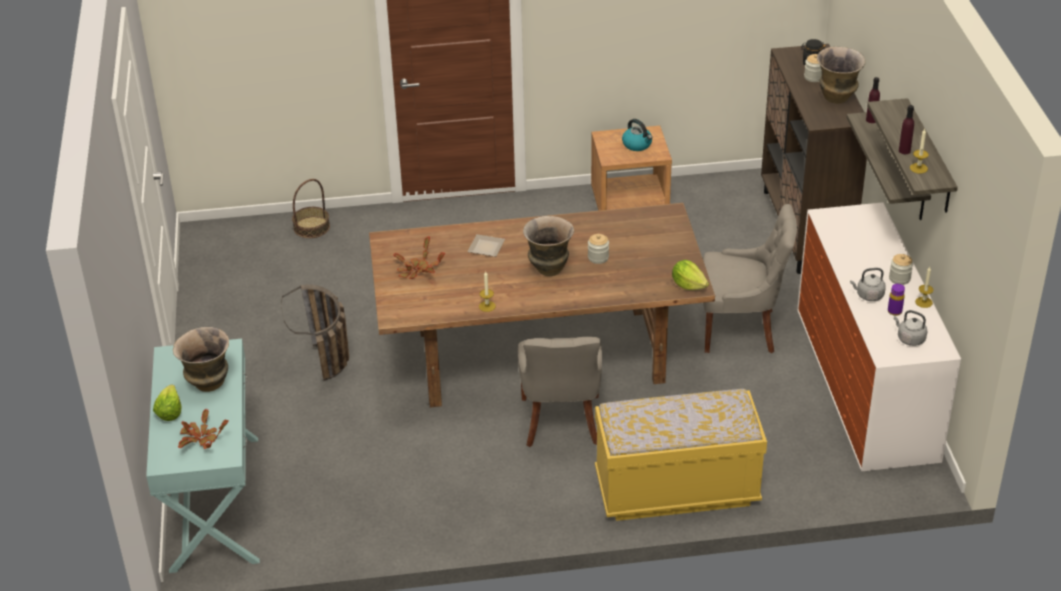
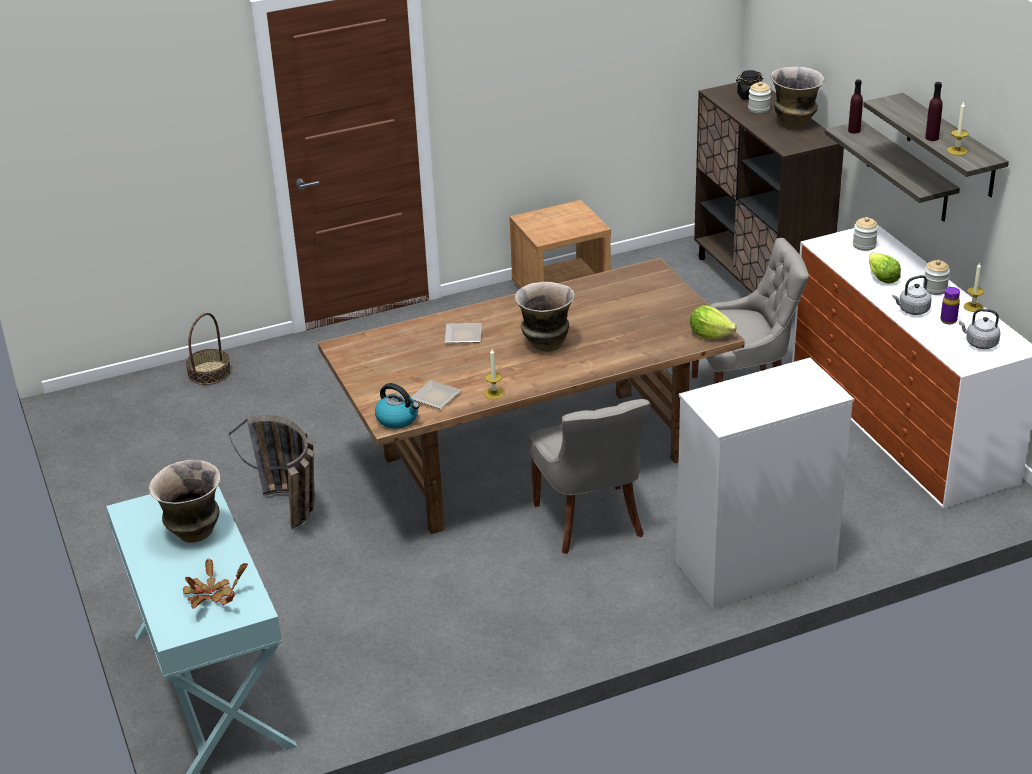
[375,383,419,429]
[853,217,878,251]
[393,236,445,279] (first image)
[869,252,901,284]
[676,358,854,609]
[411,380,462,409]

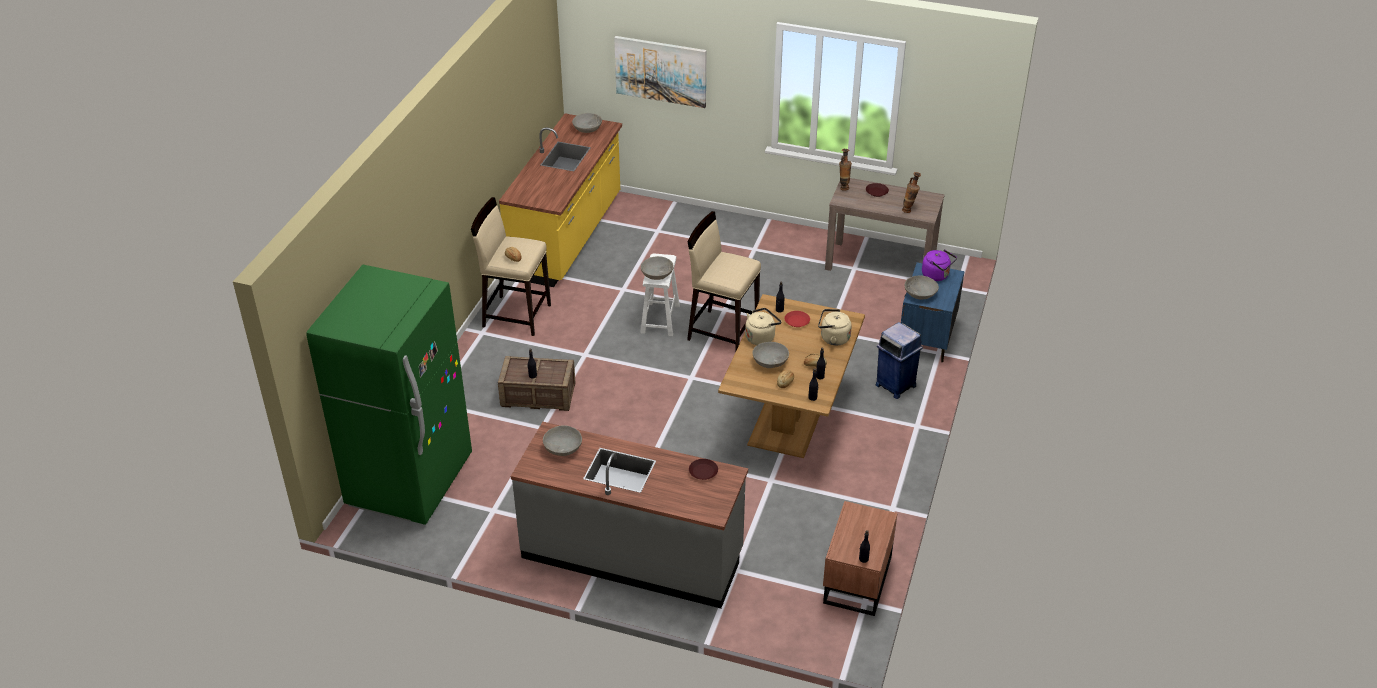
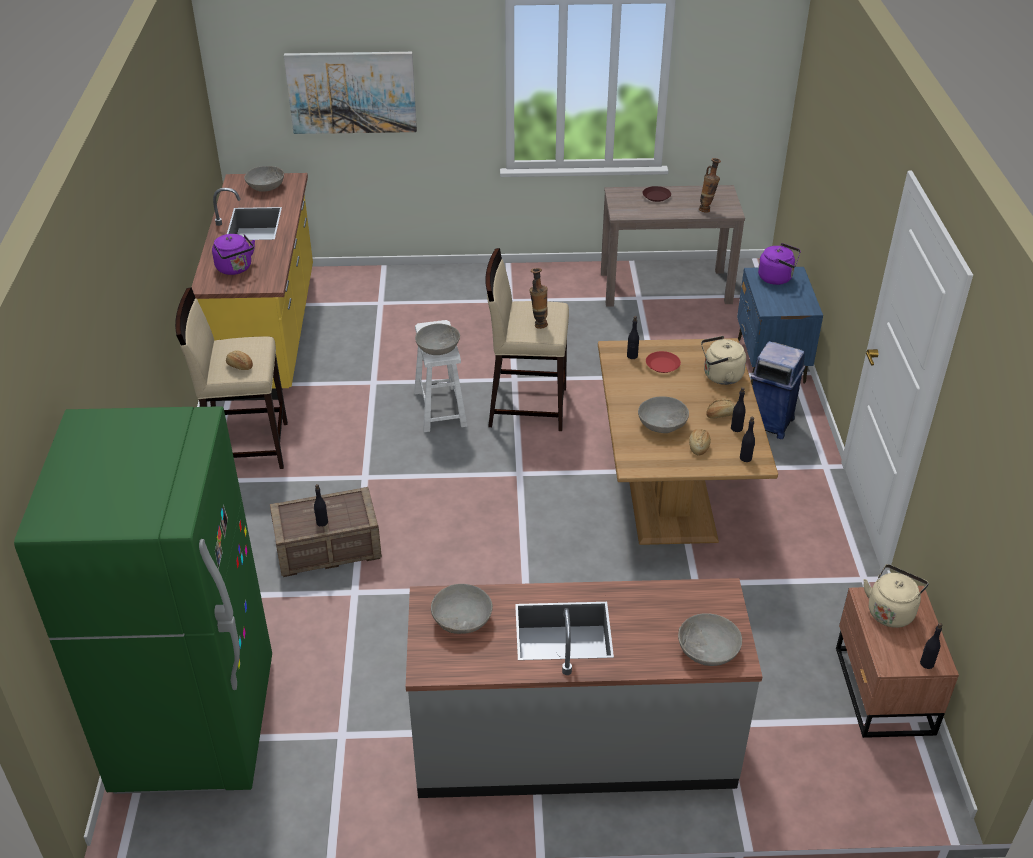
[529,268,548,329]
[678,613,742,666]
[863,564,929,628]
[689,459,718,480] (first image)
[212,234,255,275]

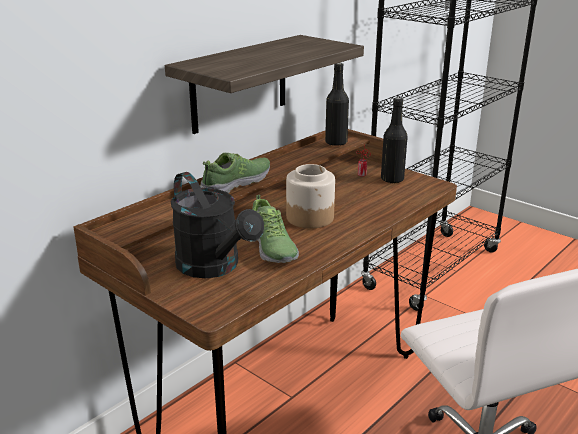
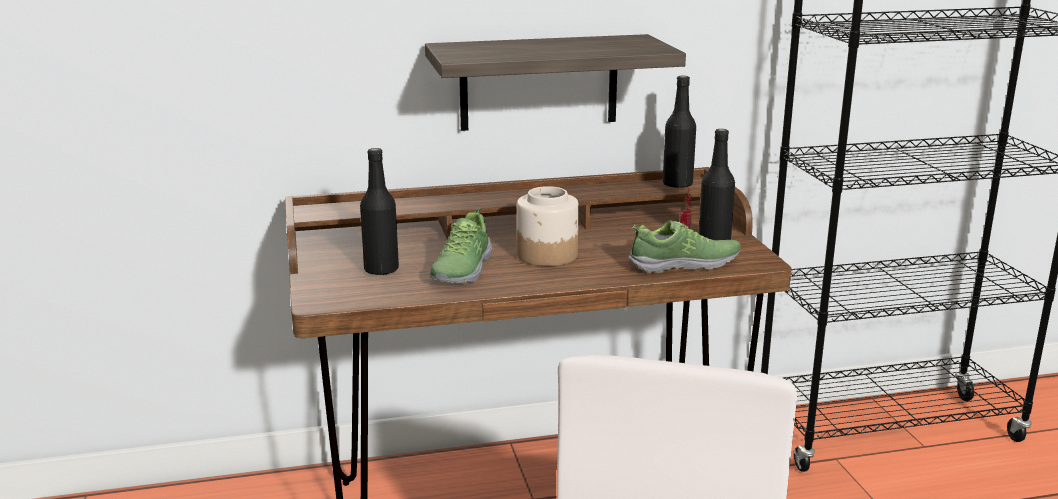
[628,220,741,273]
[360,148,399,276]

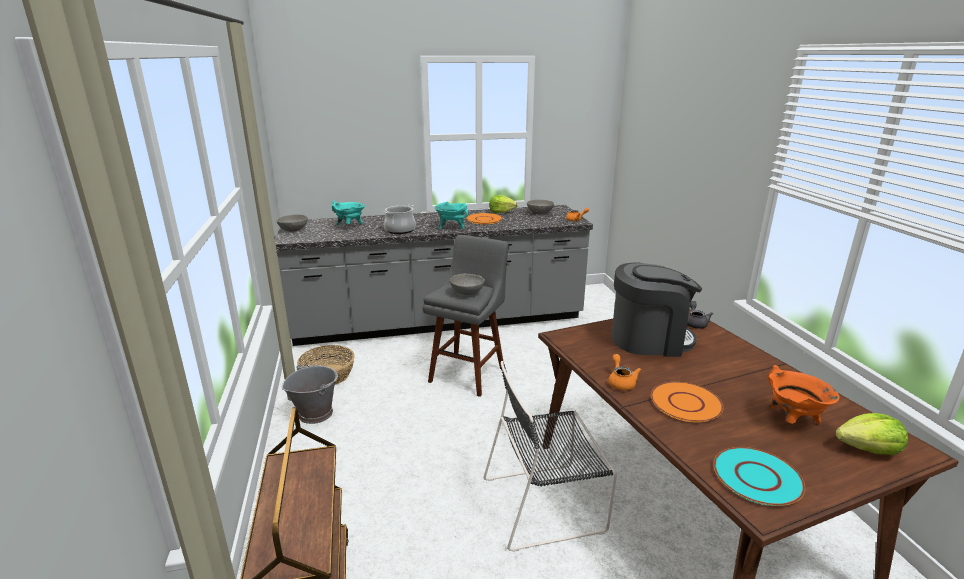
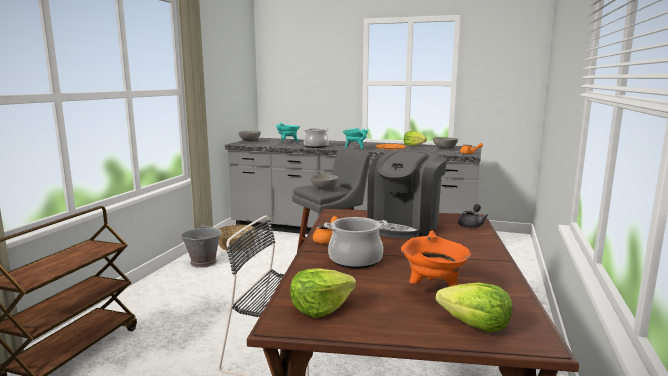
[367,151,447,239]
[324,217,388,269]
[290,268,356,318]

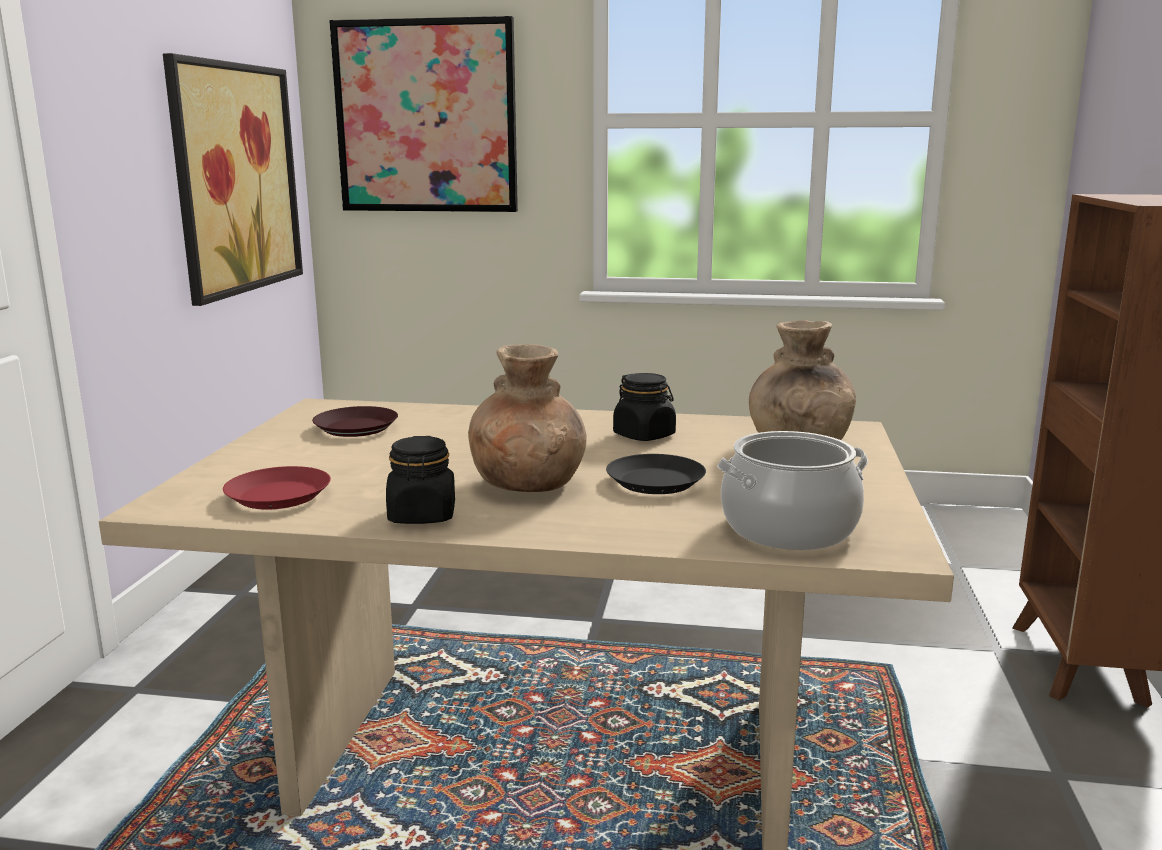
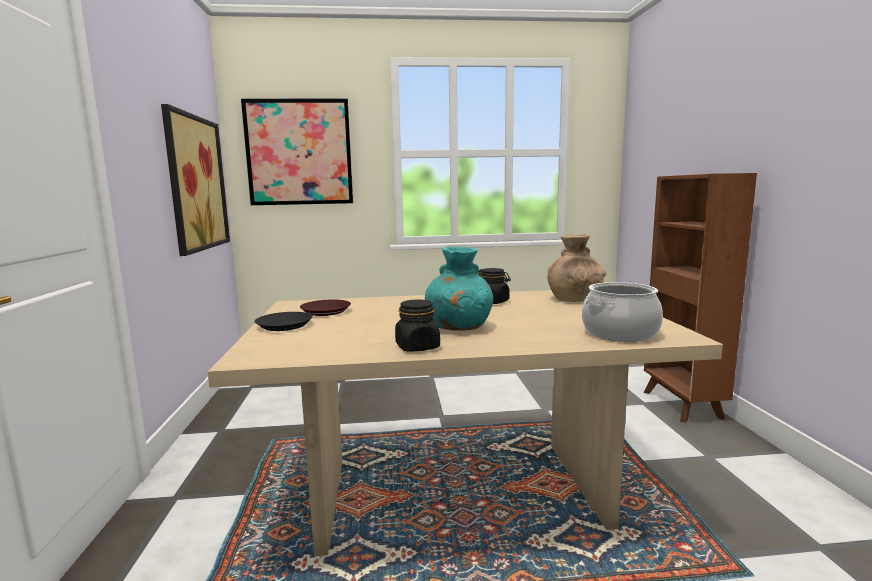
[425,247,493,331]
[255,312,313,331]
[223,466,331,510] (first image)

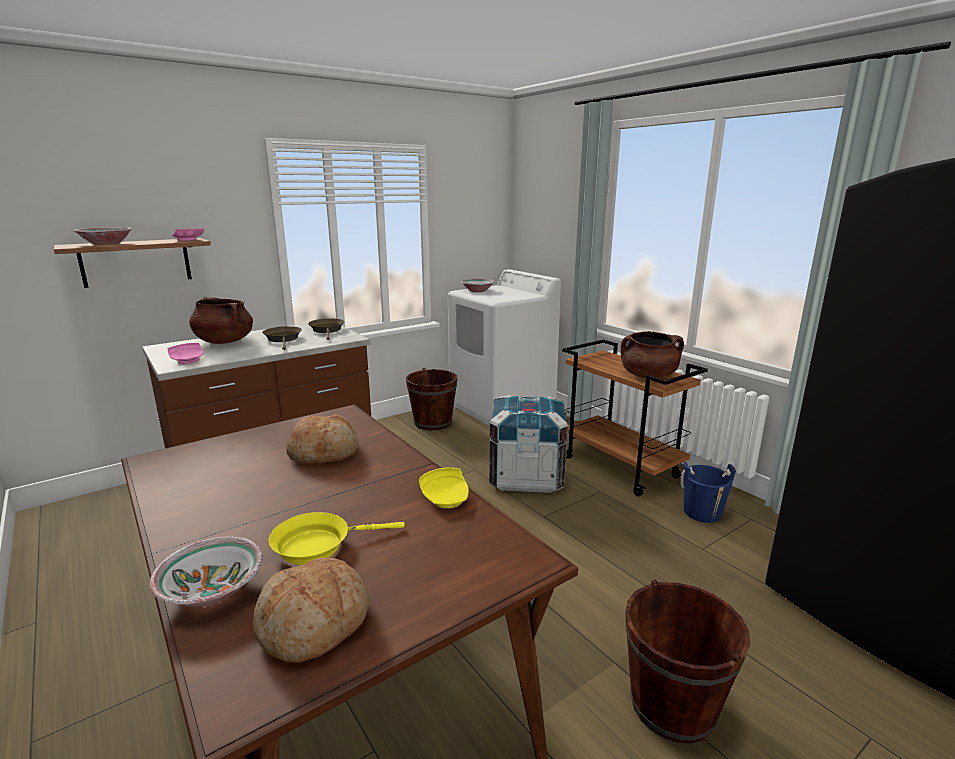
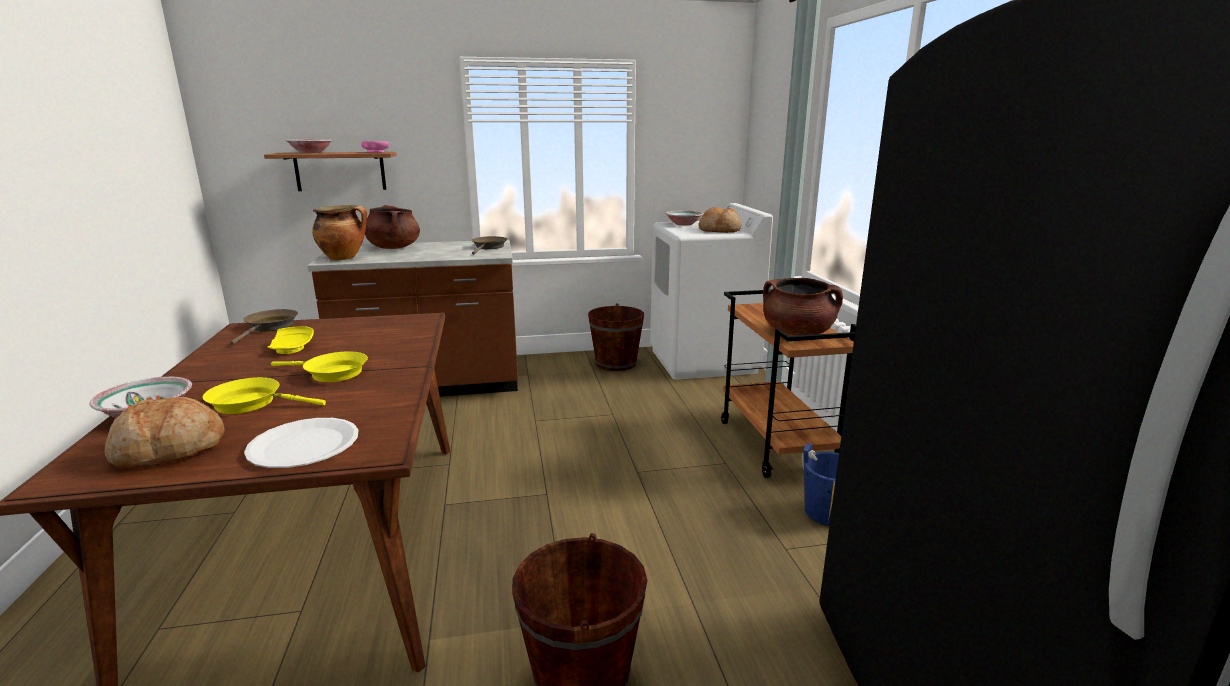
[230,309,298,345]
[312,205,367,260]
[489,395,568,493] (first image)
[699,207,741,233]
[267,326,314,354]
[271,352,368,382]
[244,418,358,468]

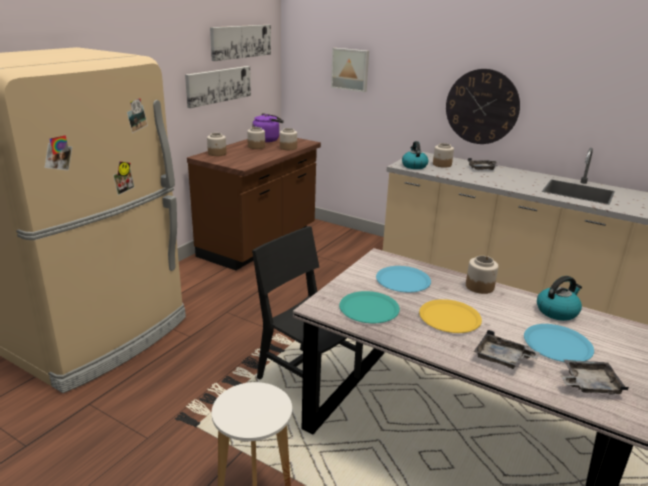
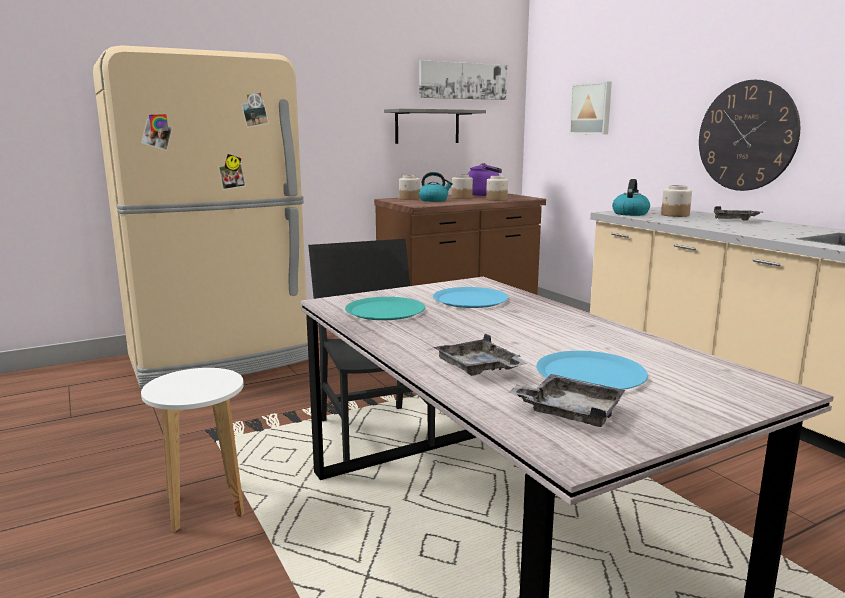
[384,109,486,144]
[466,256,499,294] (first image)
[419,172,453,202]
[419,299,482,333] (first image)

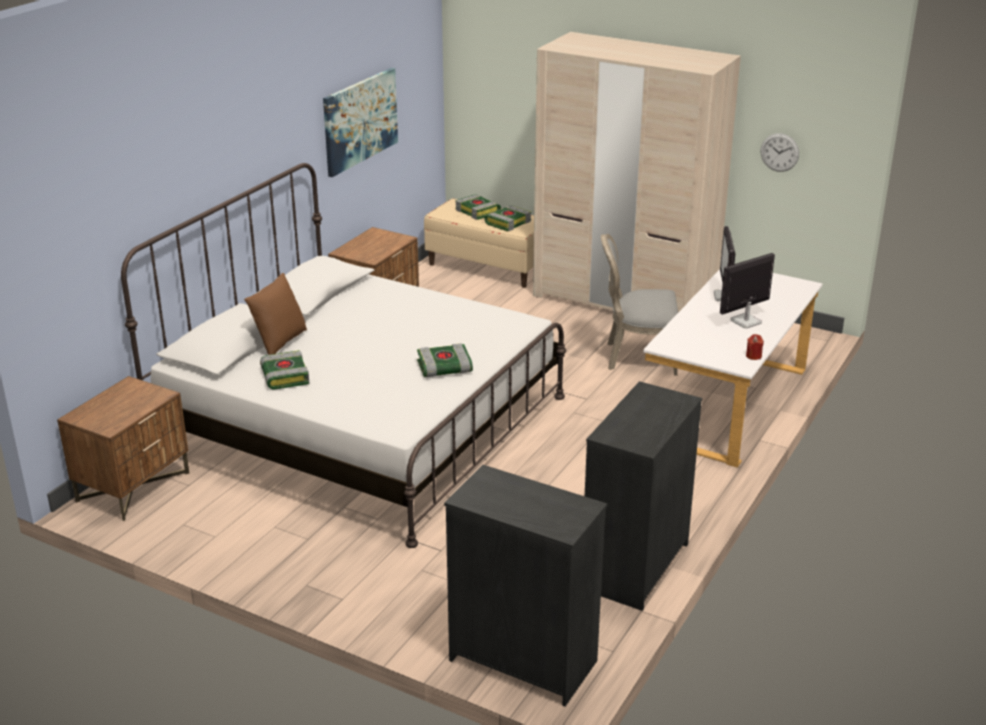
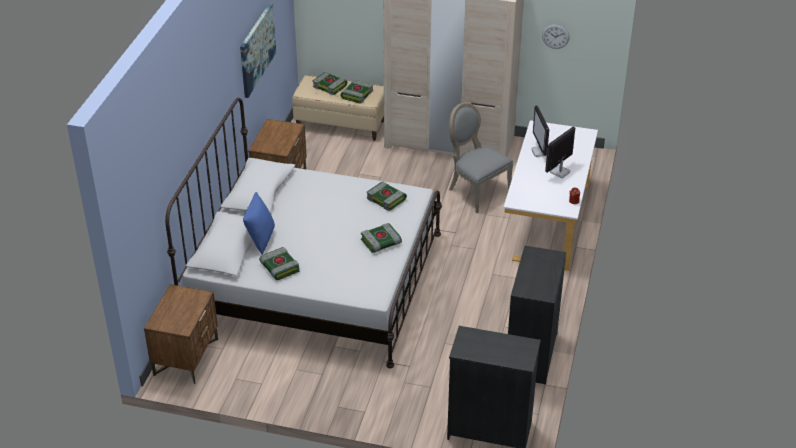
[449,102,514,213]
[243,192,275,255]
[367,182,407,211]

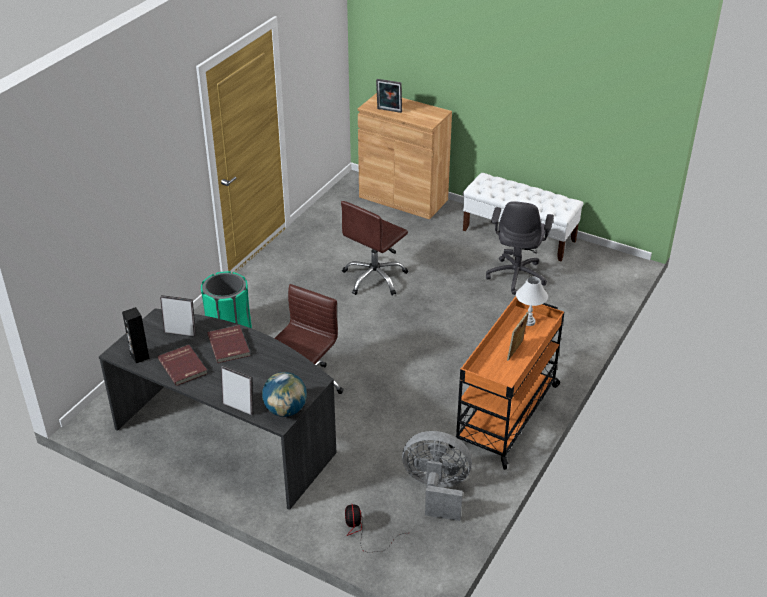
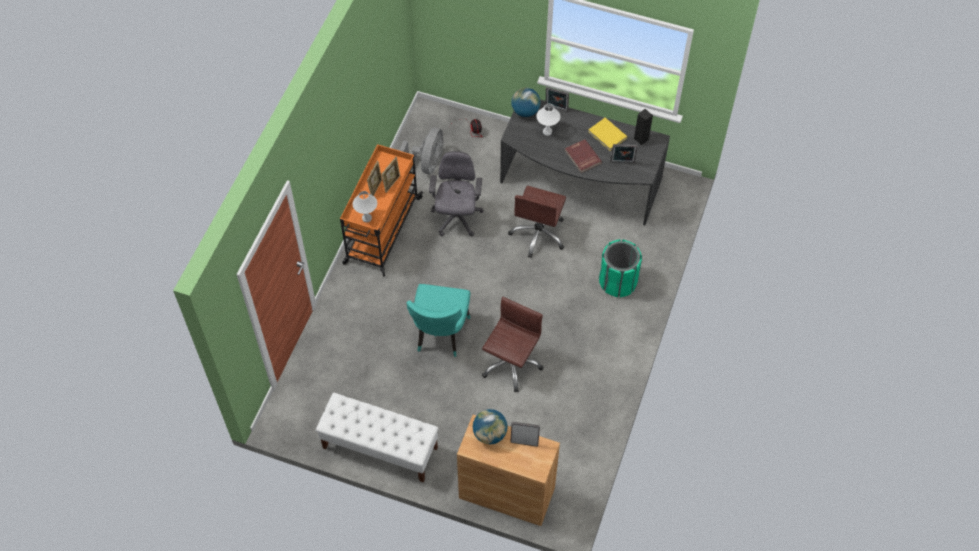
[429,151,484,236]
[588,118,627,150]
[399,127,444,174]
[536,104,560,136]
[382,157,400,193]
[407,284,470,357]
[473,409,508,444]

